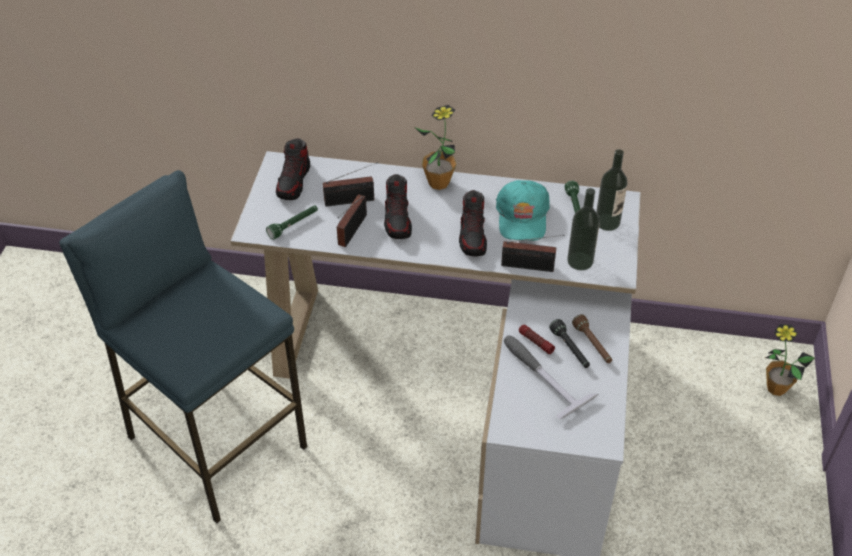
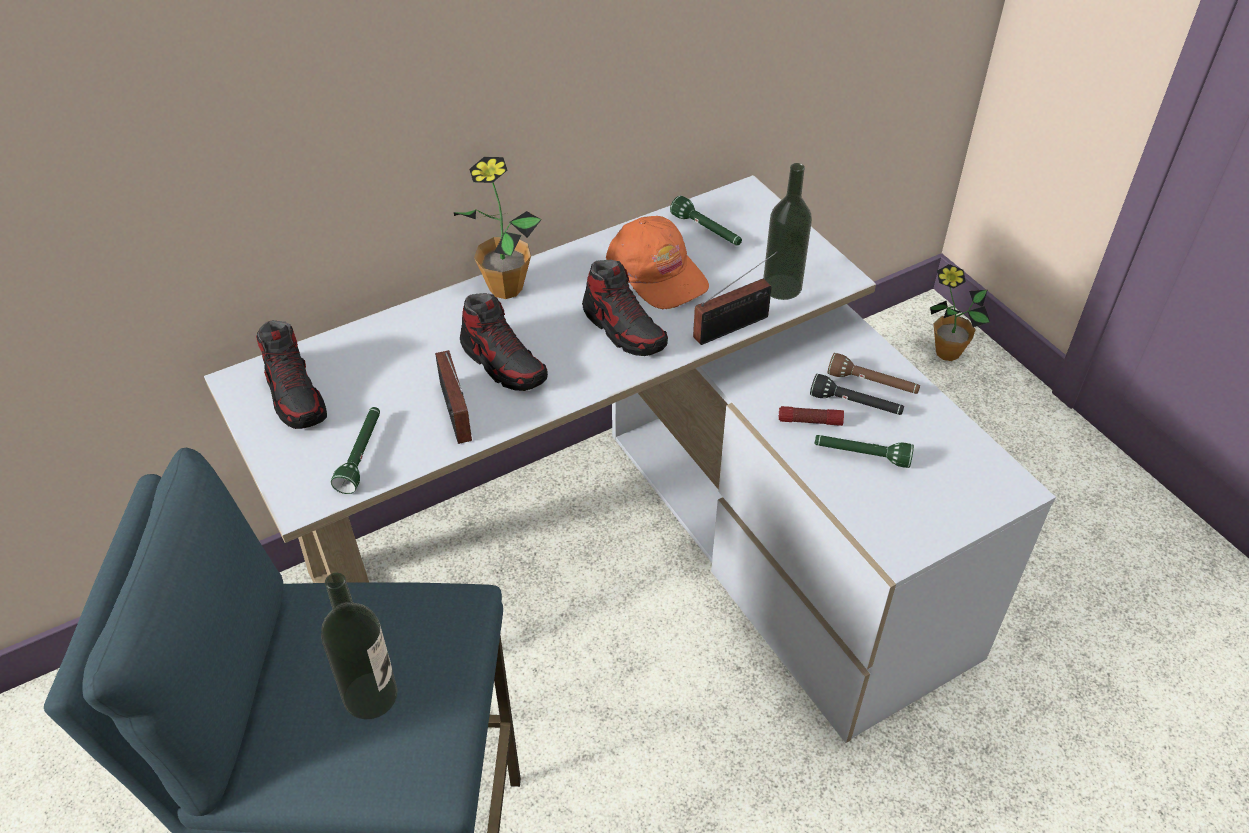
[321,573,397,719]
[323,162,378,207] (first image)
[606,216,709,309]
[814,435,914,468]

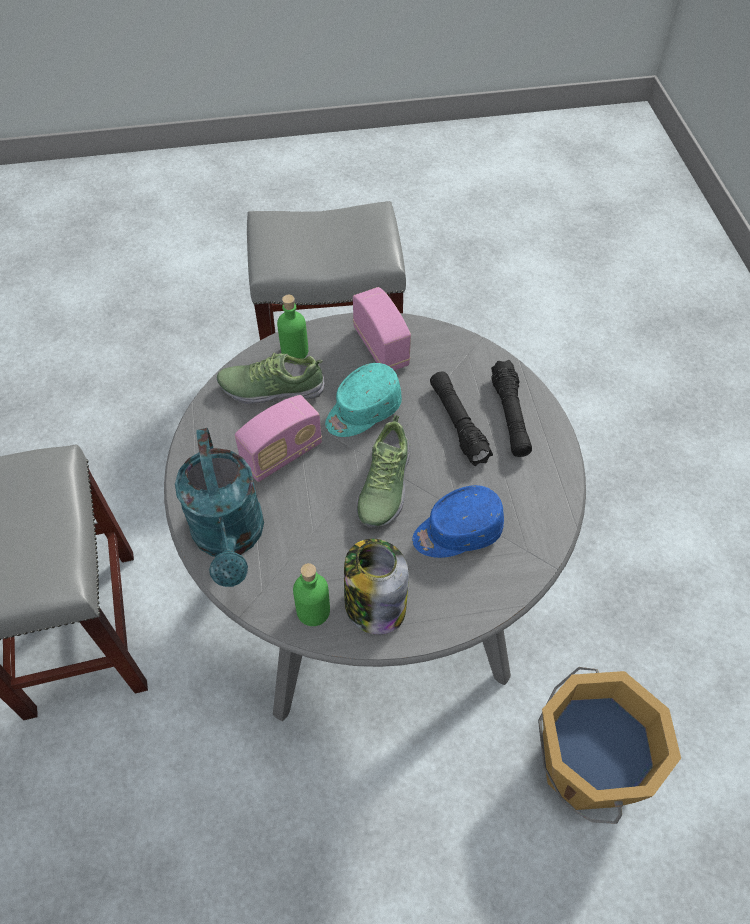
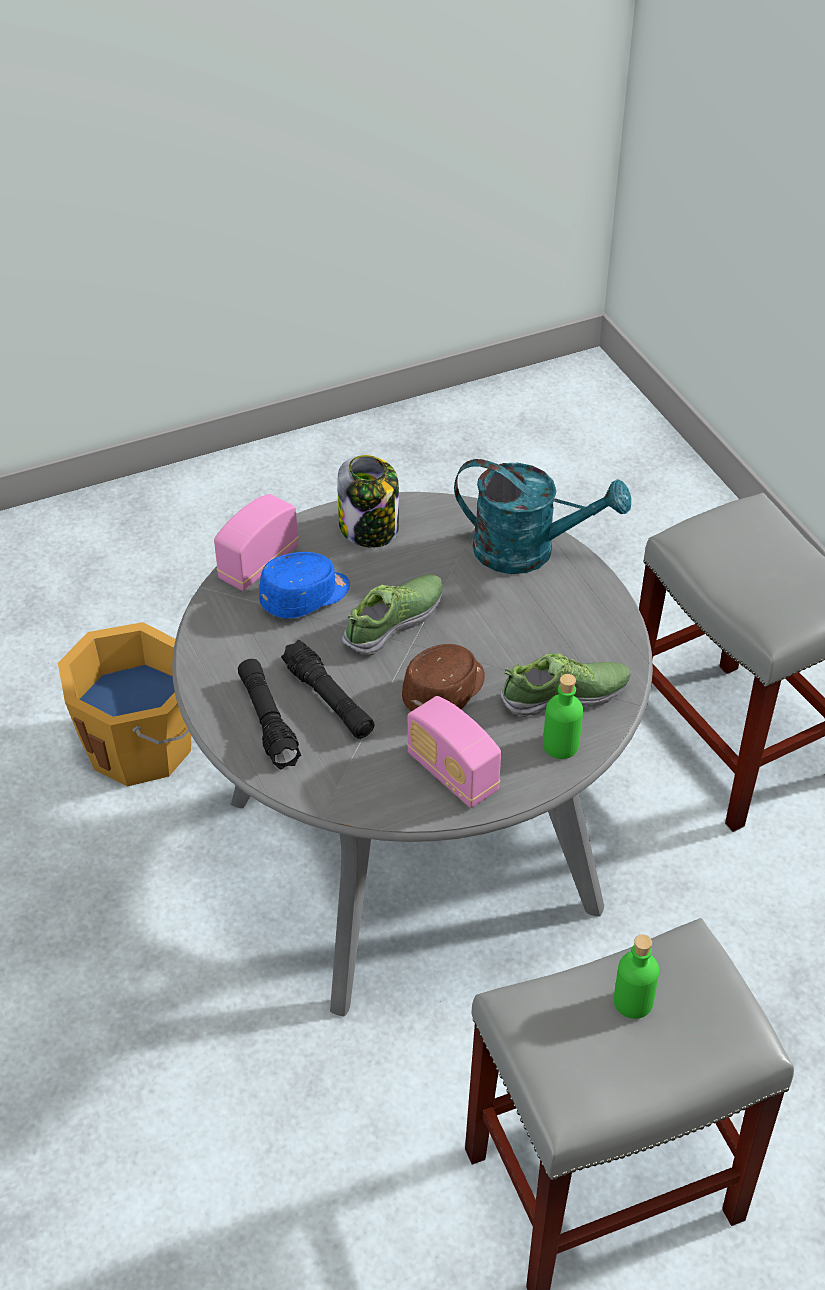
[402,644,485,711]
[214,494,299,591]
[342,574,443,655]
[454,459,631,574]
[614,934,659,1019]

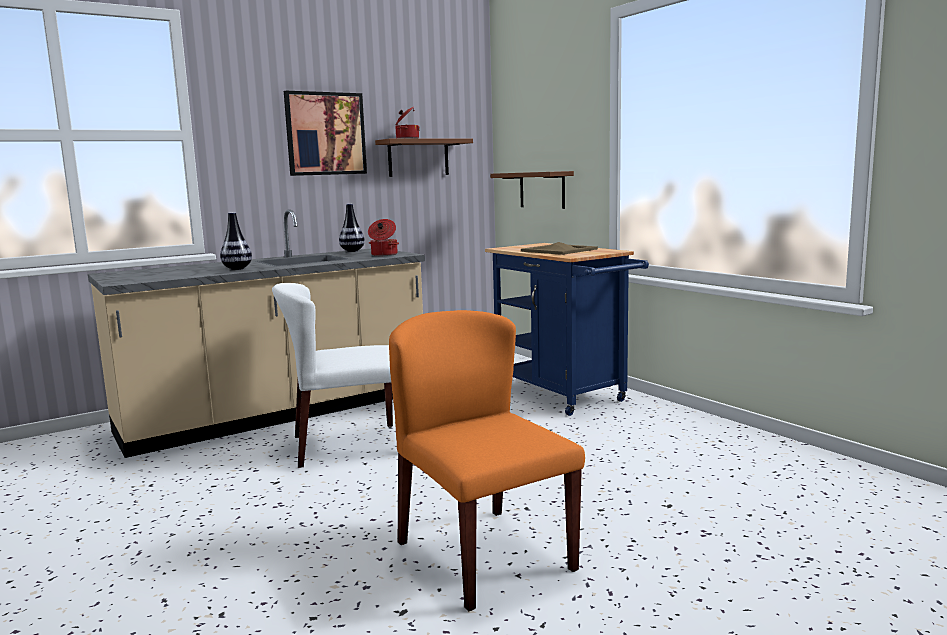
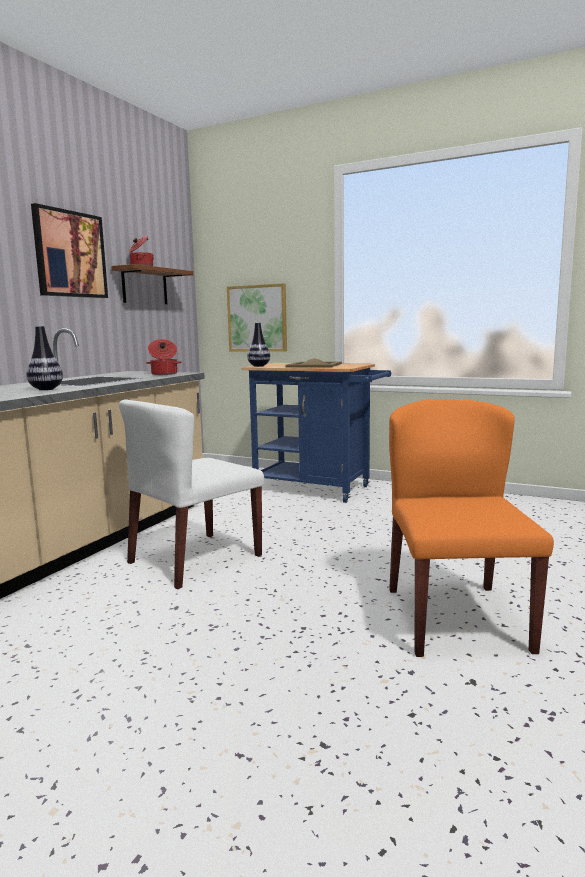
[227,283,287,352]
[247,323,270,367]
[389,399,554,657]

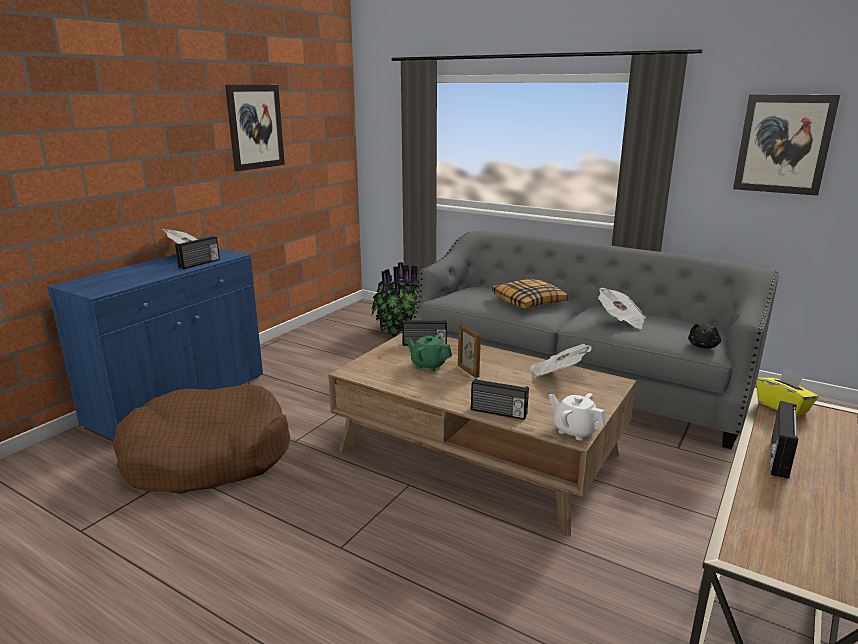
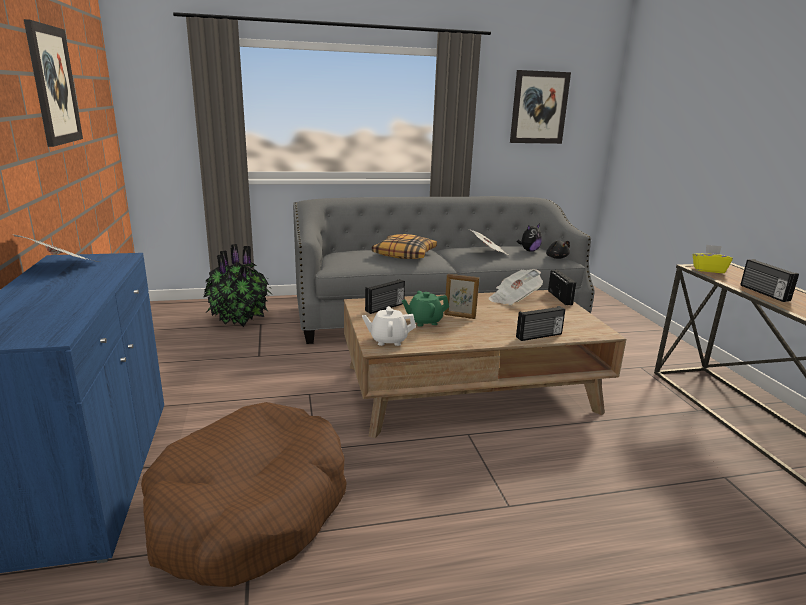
[548,270,576,305]
[362,306,416,346]
[517,224,542,252]

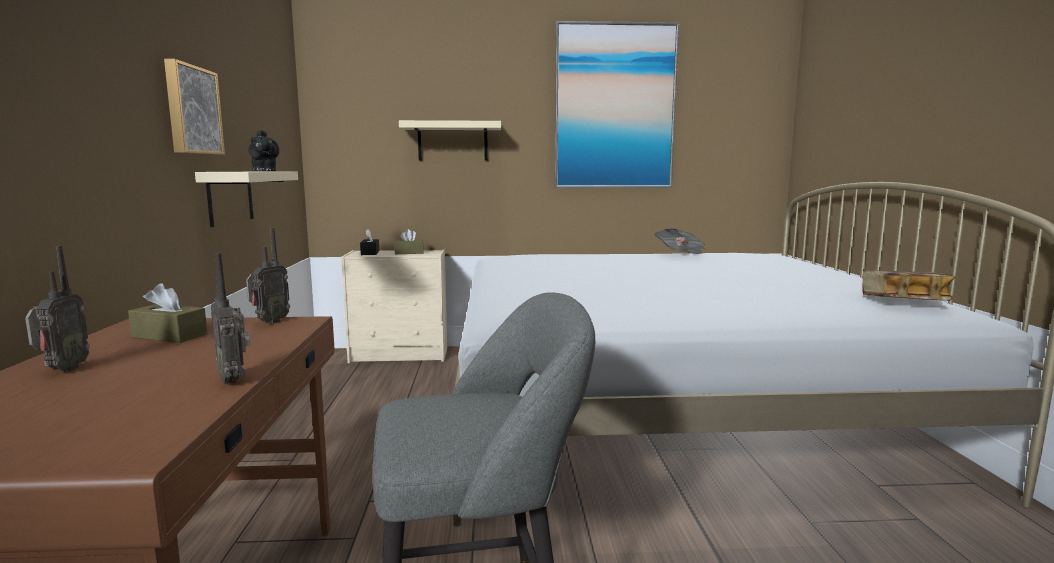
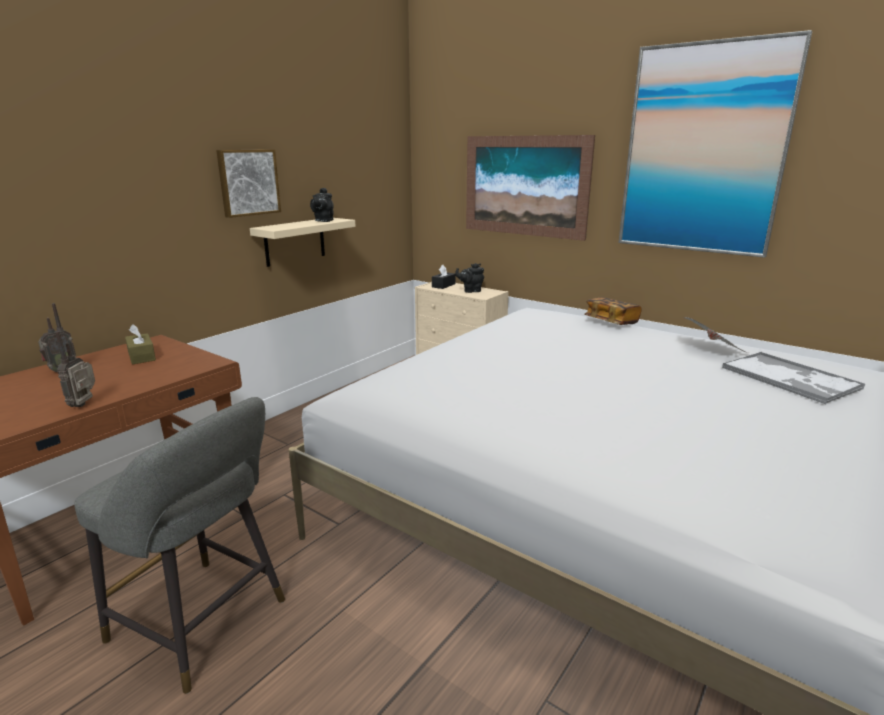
[466,135,595,241]
[246,228,290,324] (first image)
[455,263,484,293]
[585,298,642,325]
[722,352,865,404]

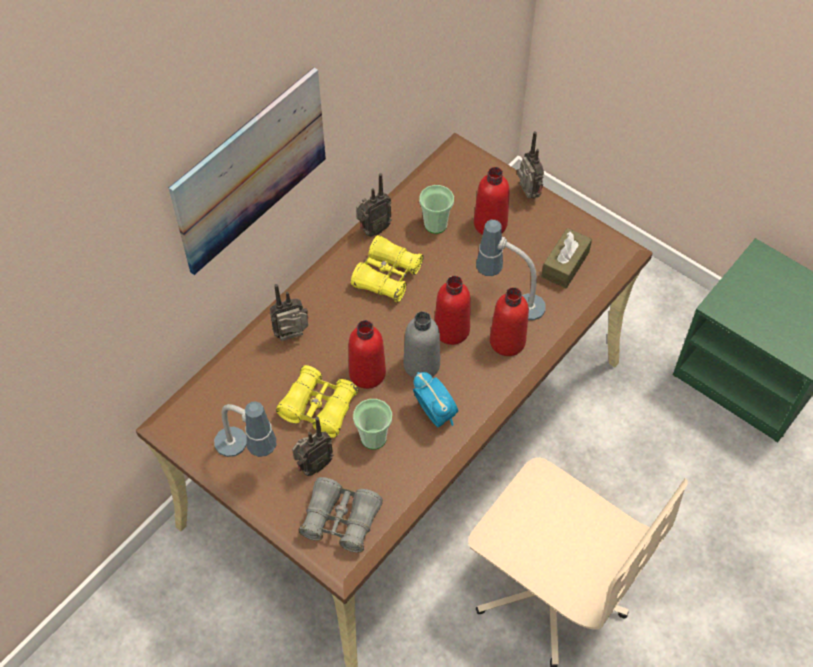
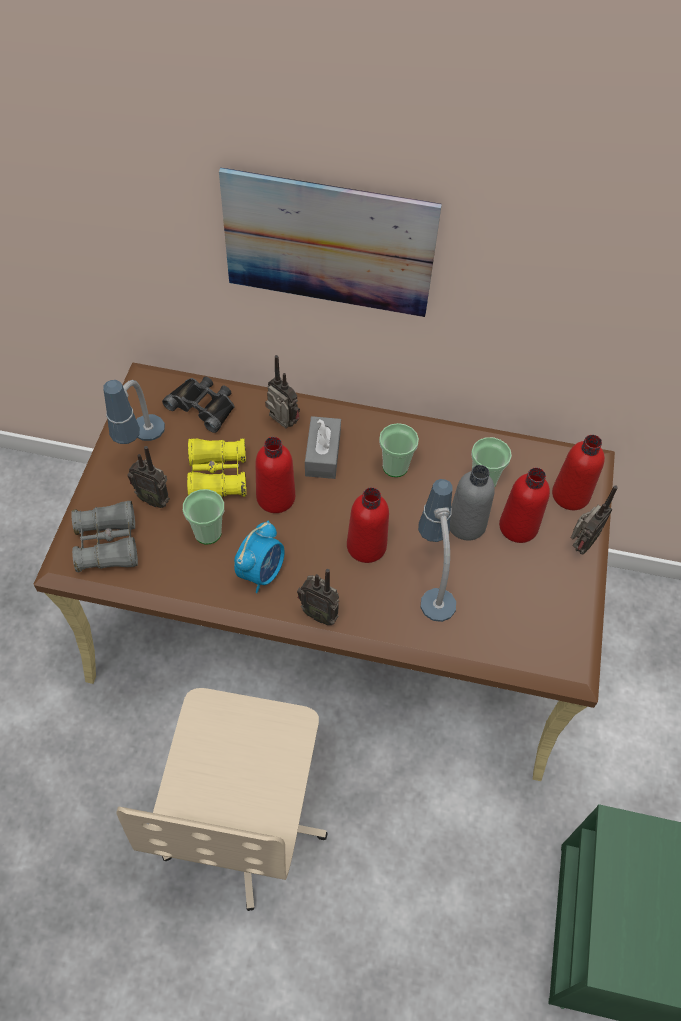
[297,569,339,625]
[541,228,592,288] (first image)
[379,423,419,477]
[552,435,605,510]
[450,465,495,541]
[162,377,235,433]
[305,416,341,479]

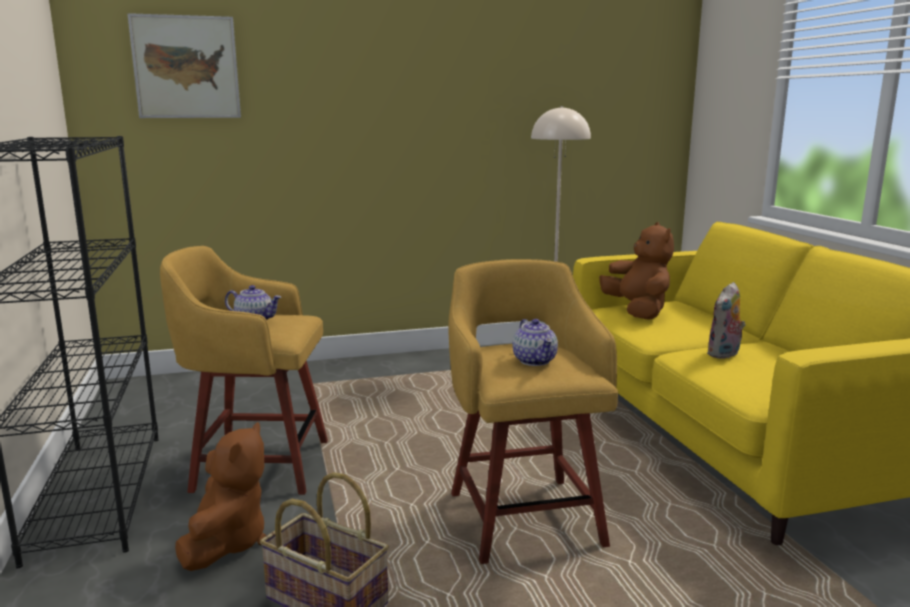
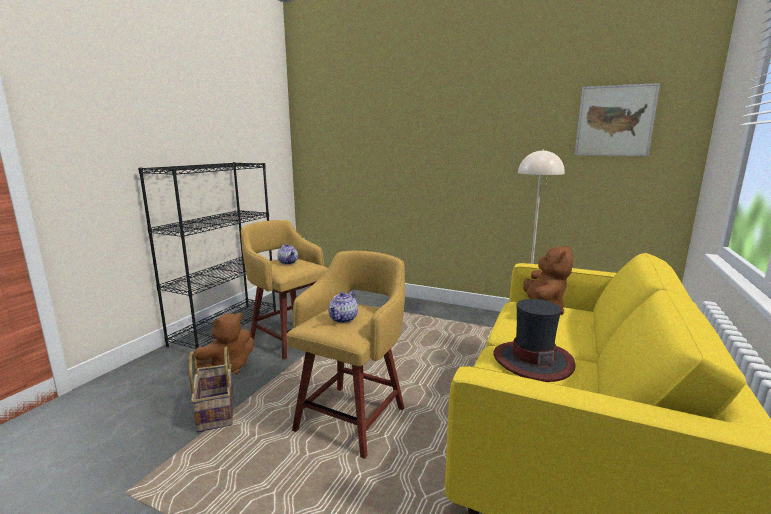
[575,83,660,156]
[493,299,576,382]

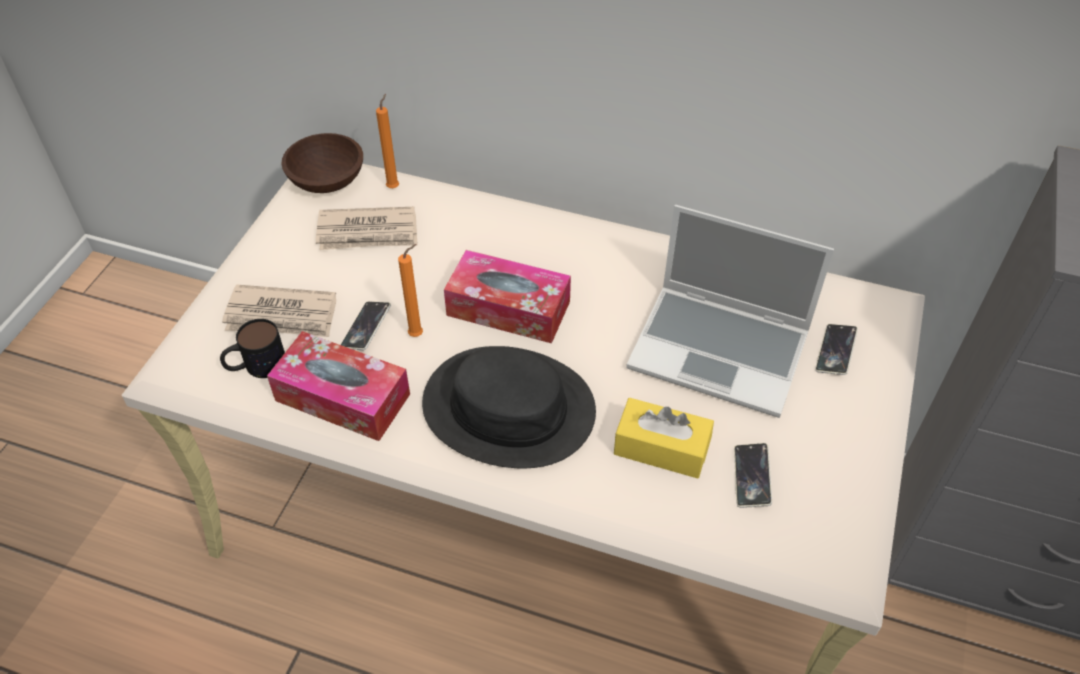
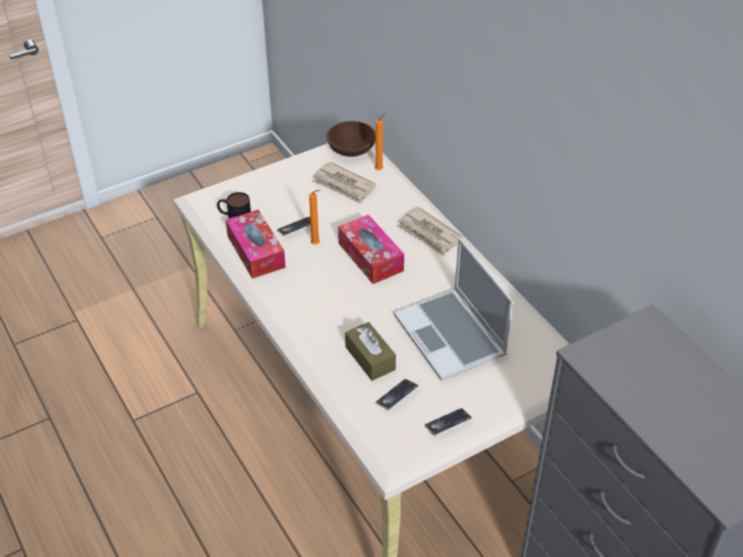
[397,207,463,256]
[424,408,472,436]
[422,346,596,468] (first image)
[345,322,396,381]

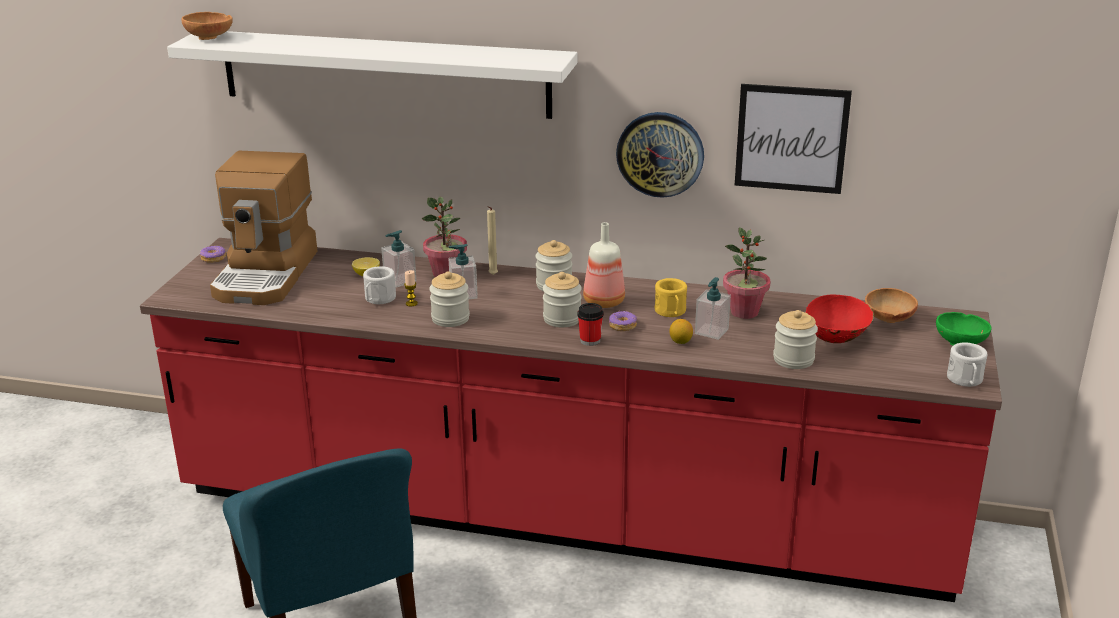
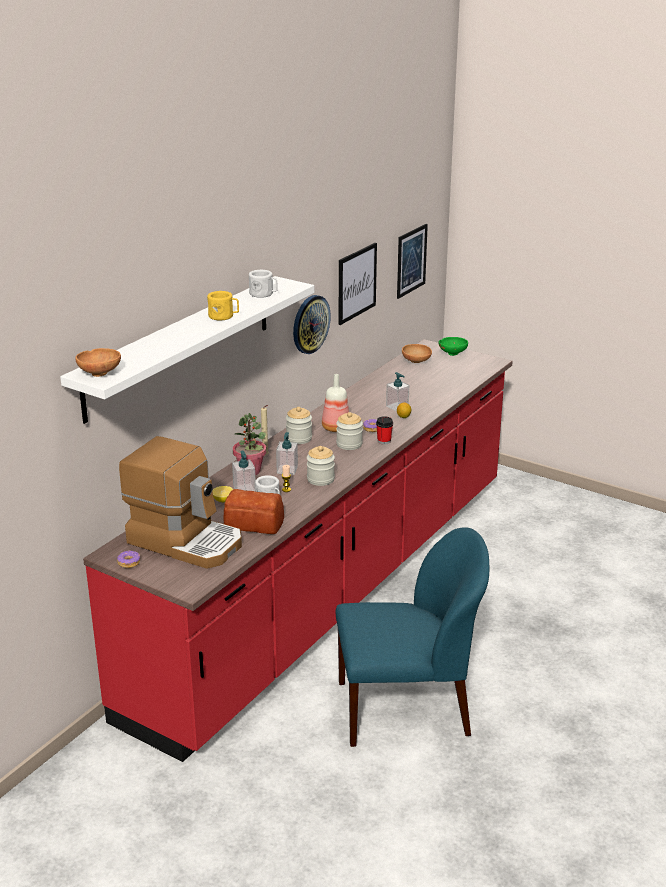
[723,227,771,319] (first image)
[207,291,239,320]
[806,294,874,343] (first image)
[773,310,818,369] (first image)
[249,270,278,298]
[397,224,428,299]
[224,489,284,534]

